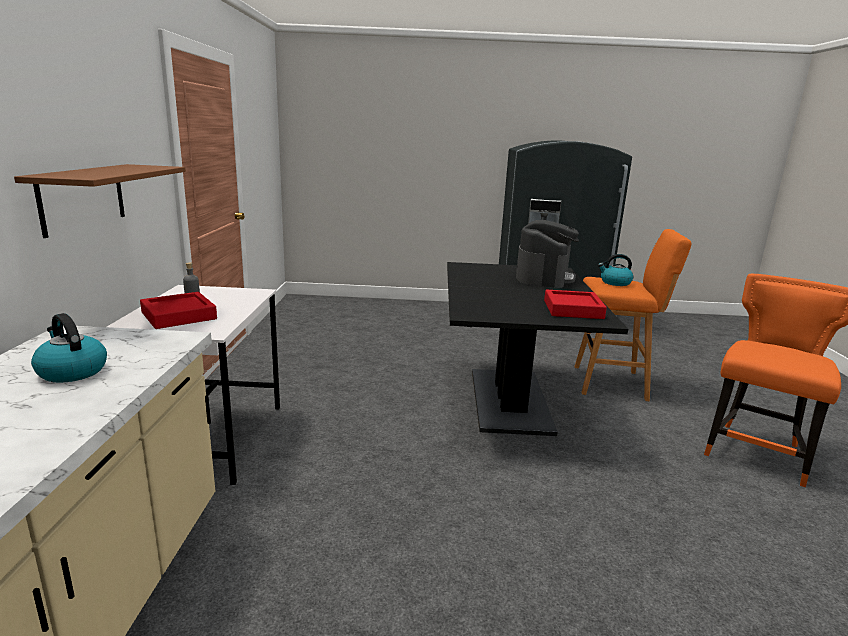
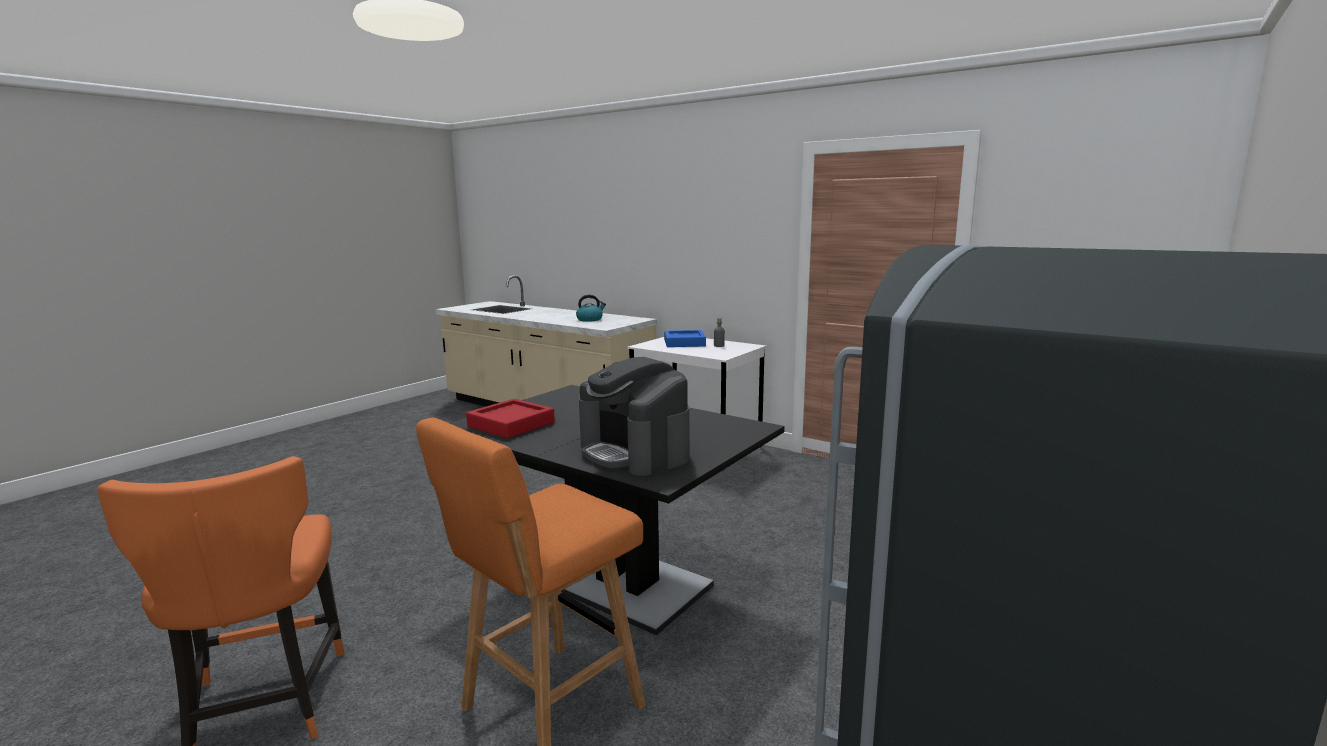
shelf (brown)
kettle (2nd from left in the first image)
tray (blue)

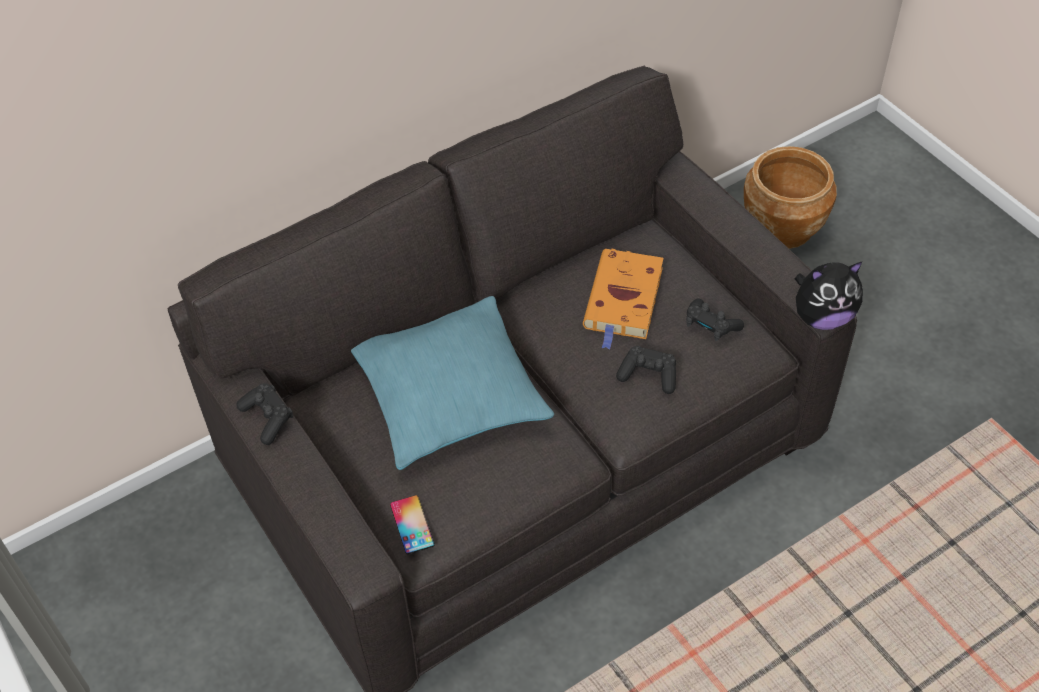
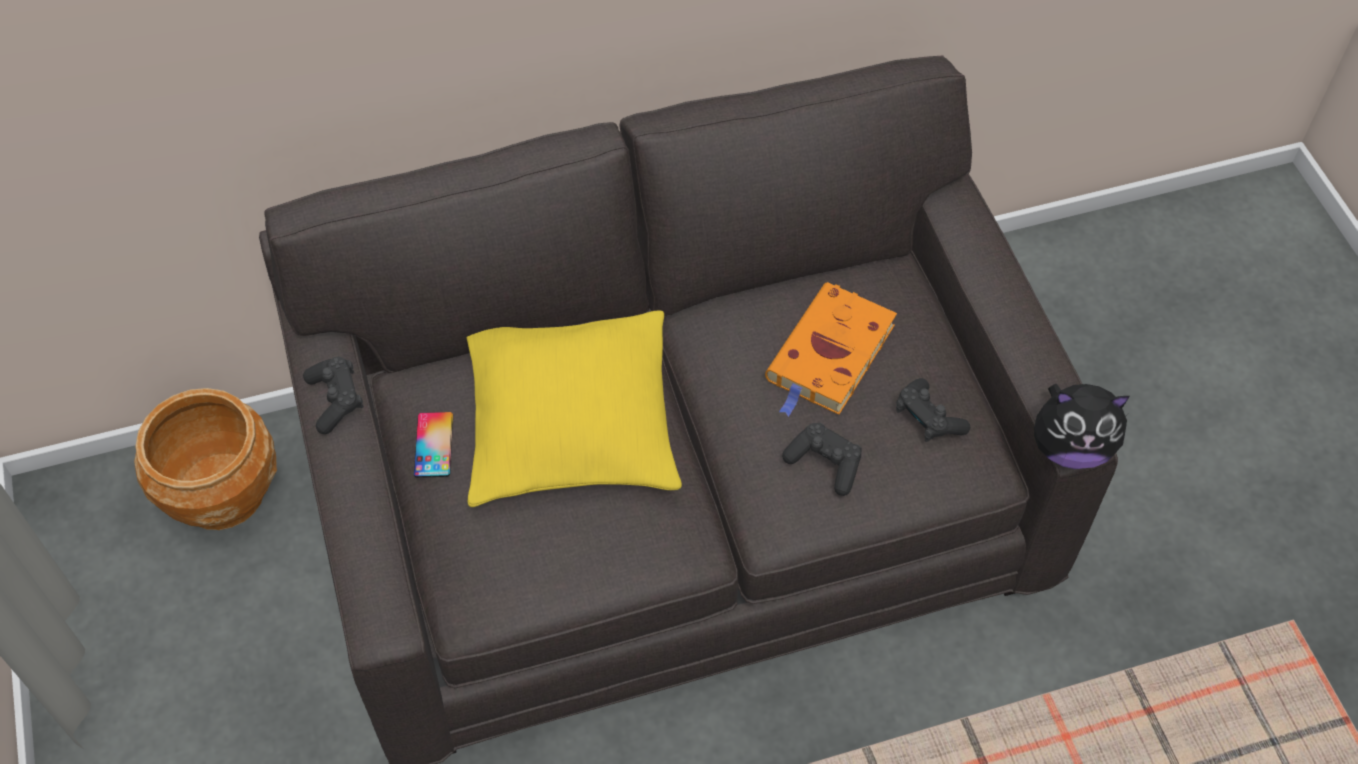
phone
planter (brown)
pillow (yellow)

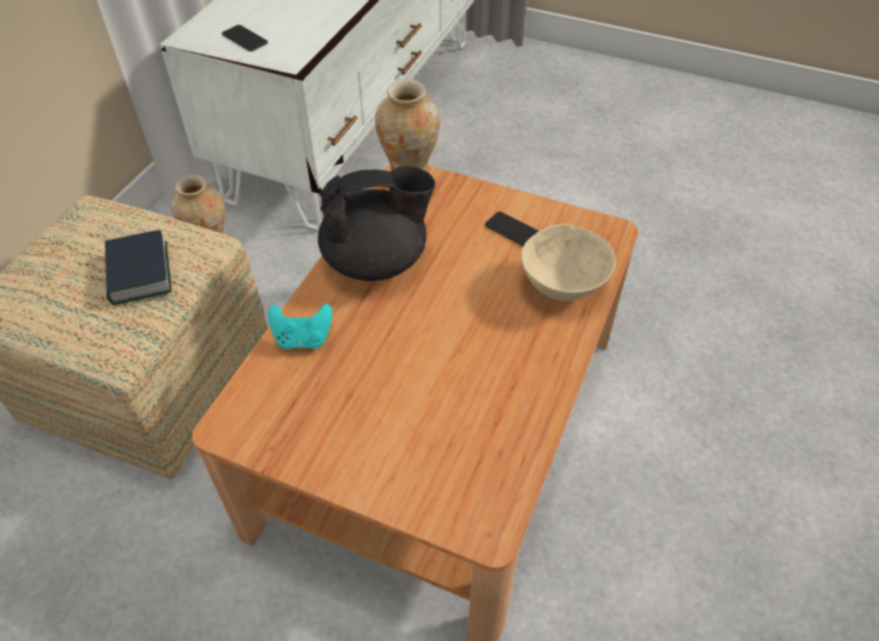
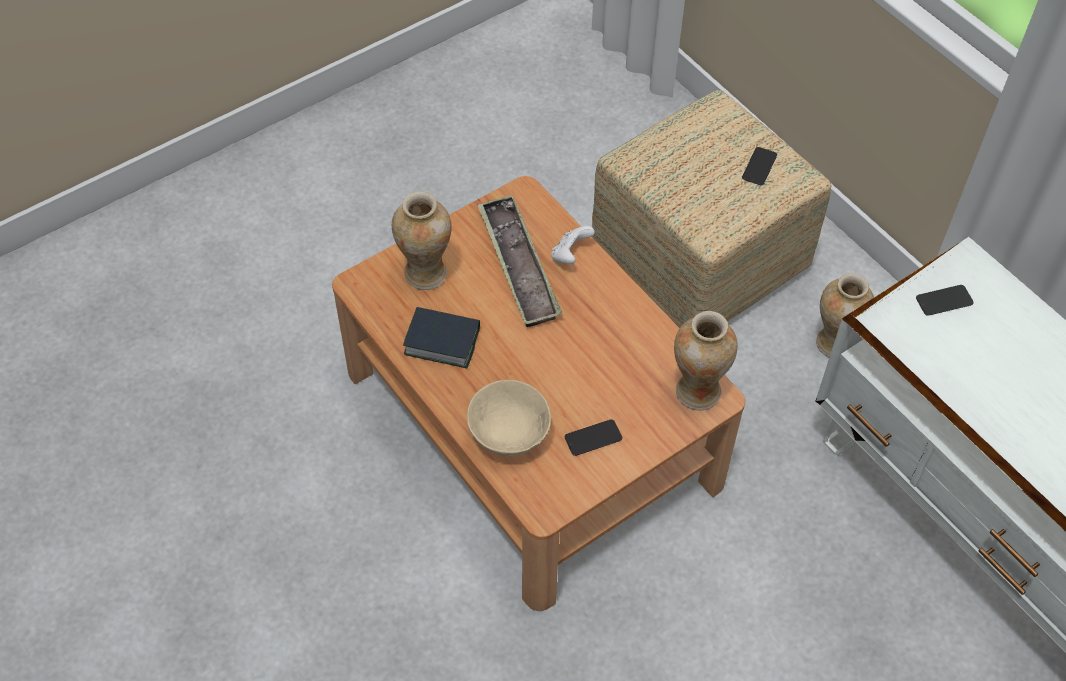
teapot (black)
vase (1st from left)
tray
phone (2nd from left)
book
game controller (white)

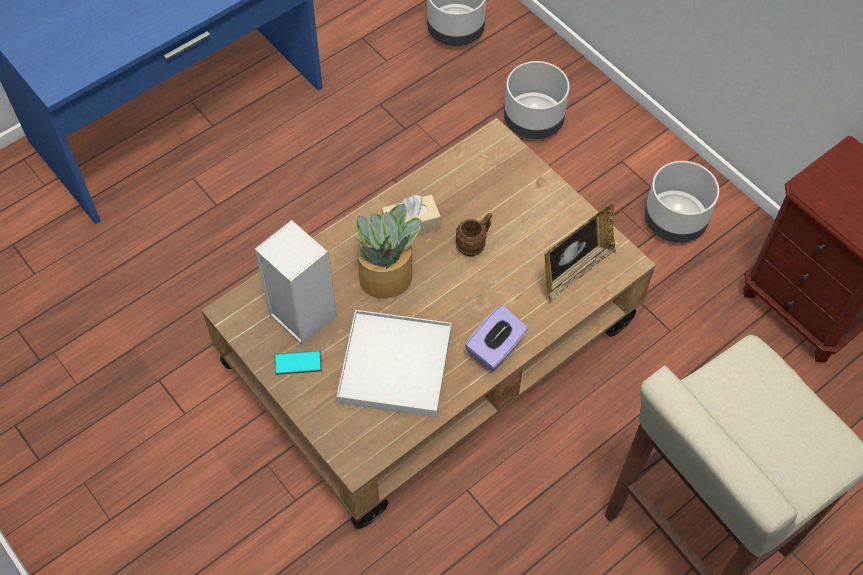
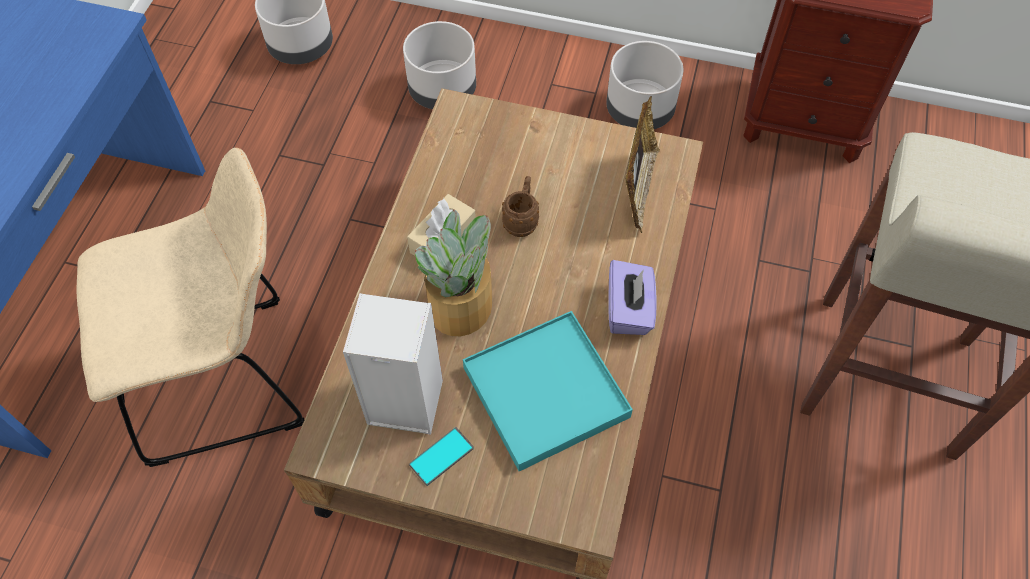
chair (beige)
tray (turquoise)

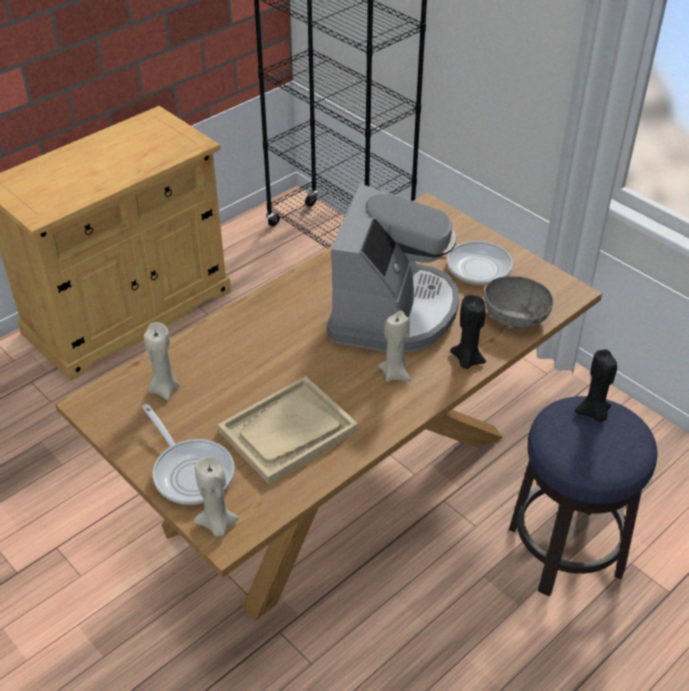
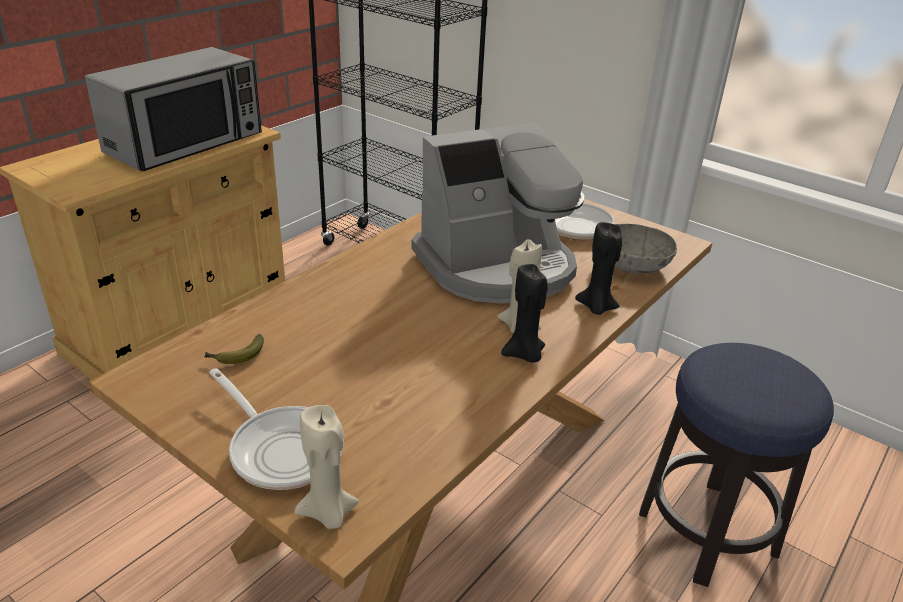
tray (beige)
microwave
candle (black) (1st from left)
banana
coffee machine

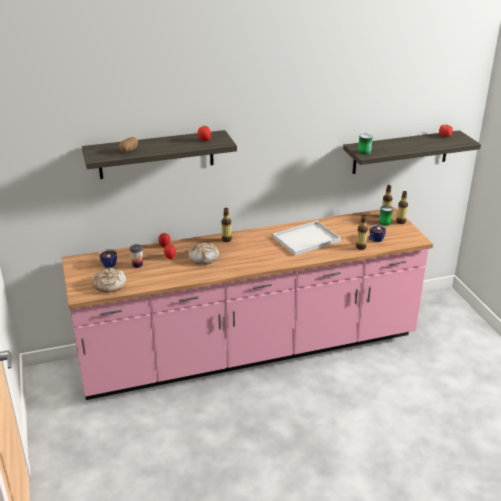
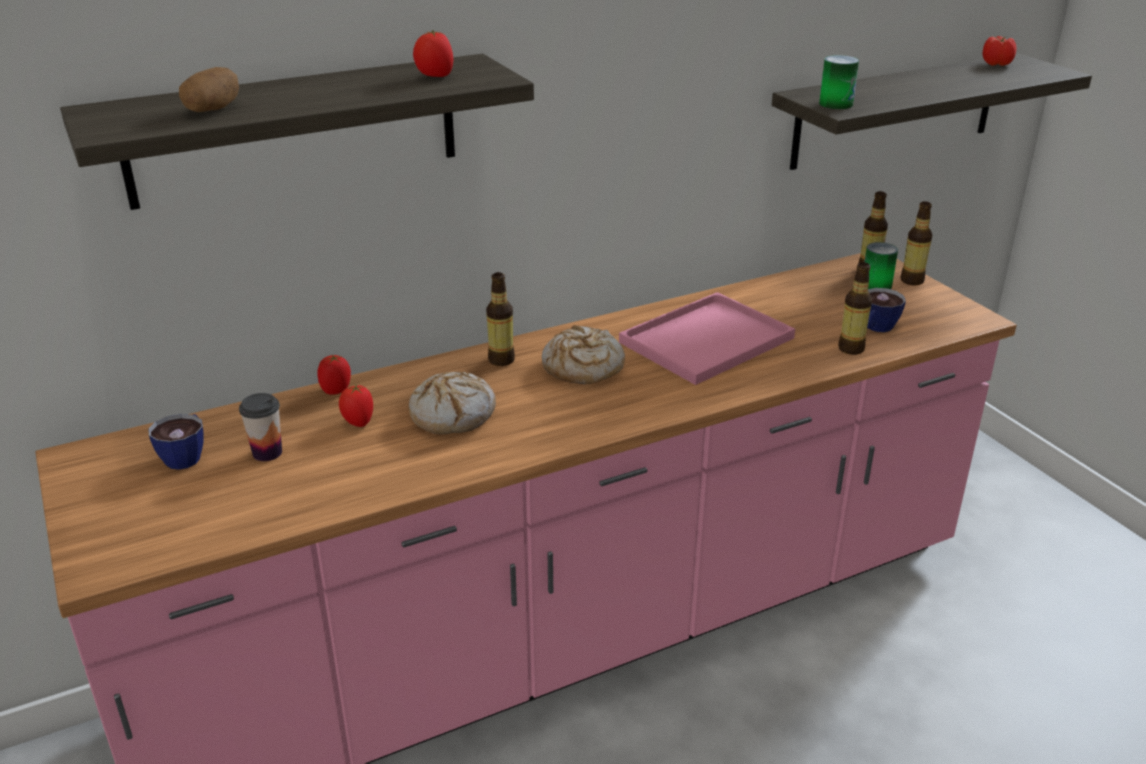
bread (2nd from left)
tray (pink)

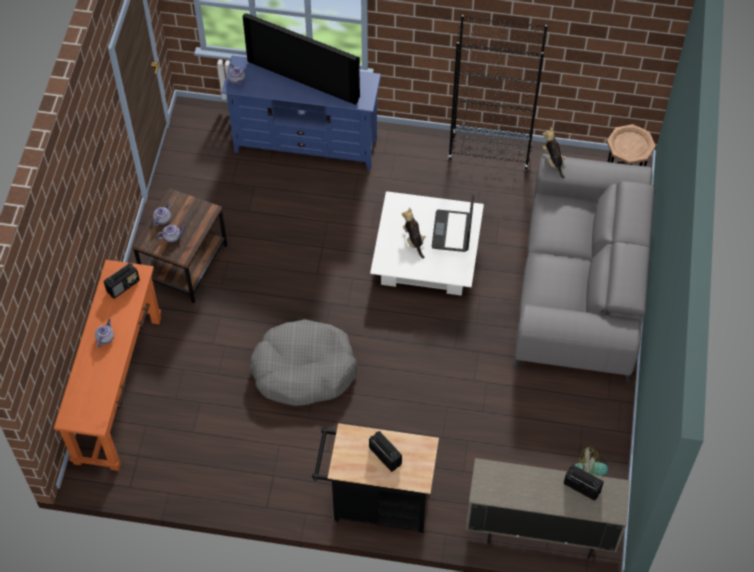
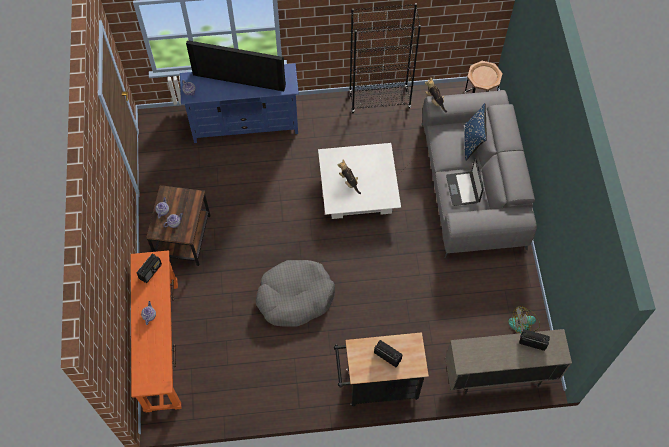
pillow (blue)
laptop

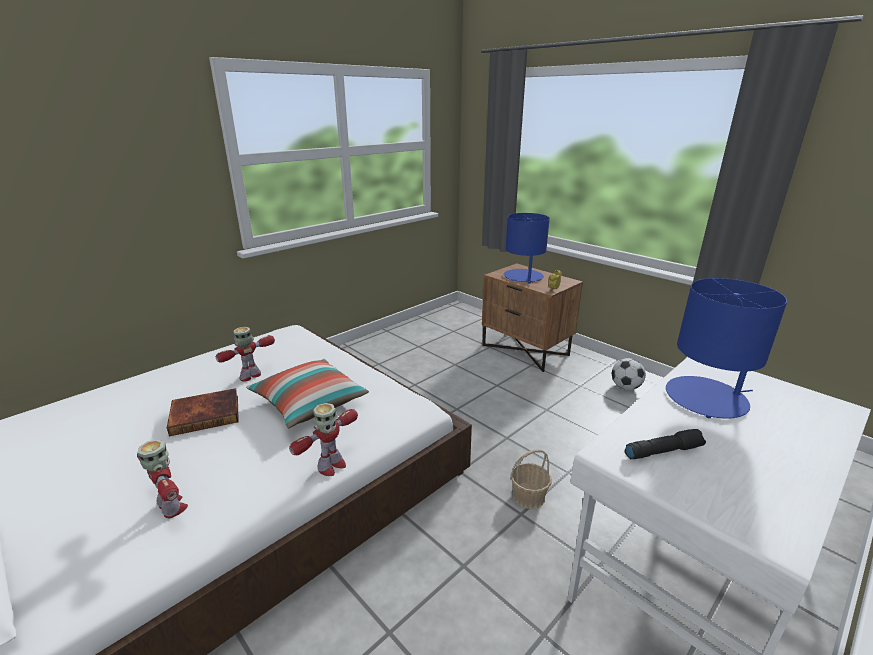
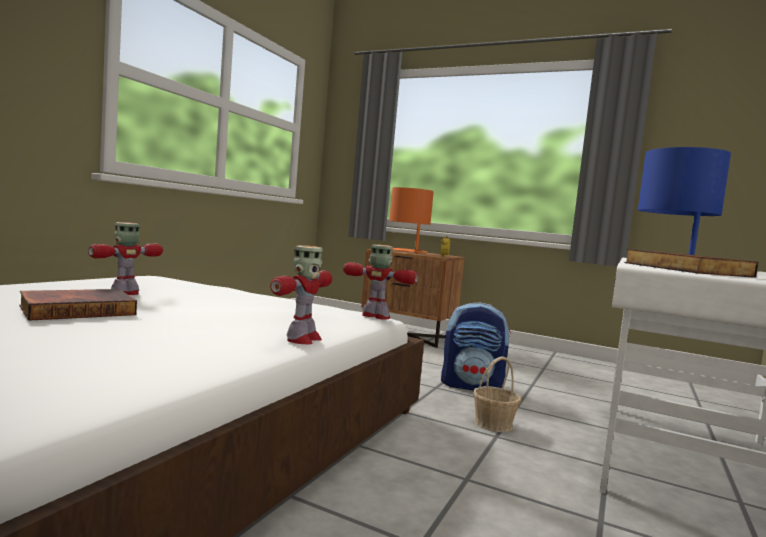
pillow
football
backpack
toy robot (3rd from left)
book (2nd from left)
table lamp (orange)

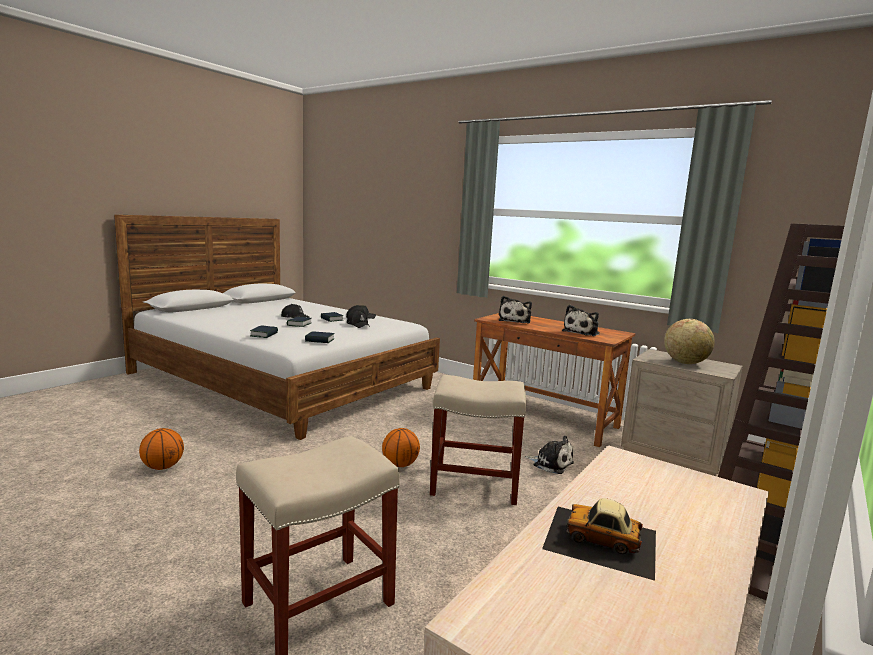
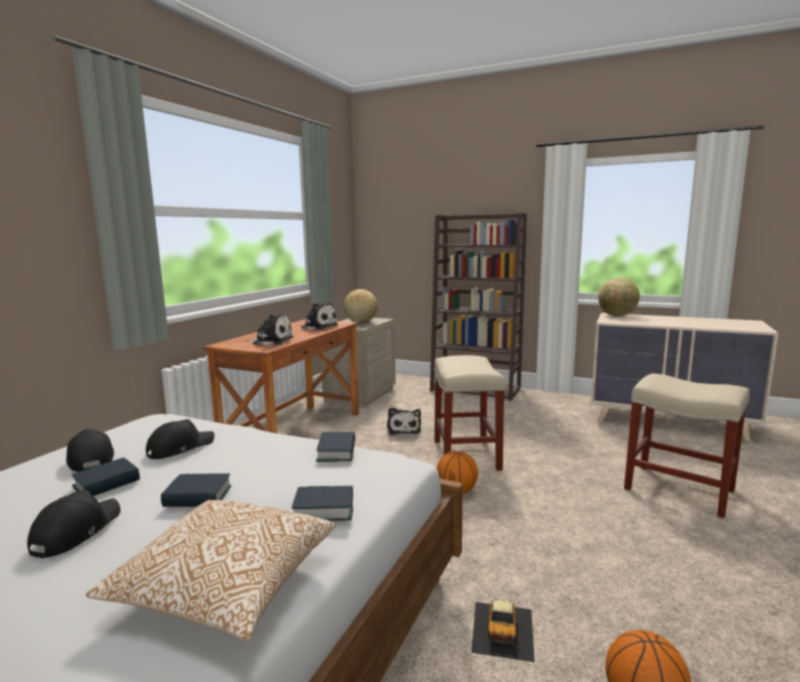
pillow
globe (2nd from left)
toy car
plush toy (3rd from left)

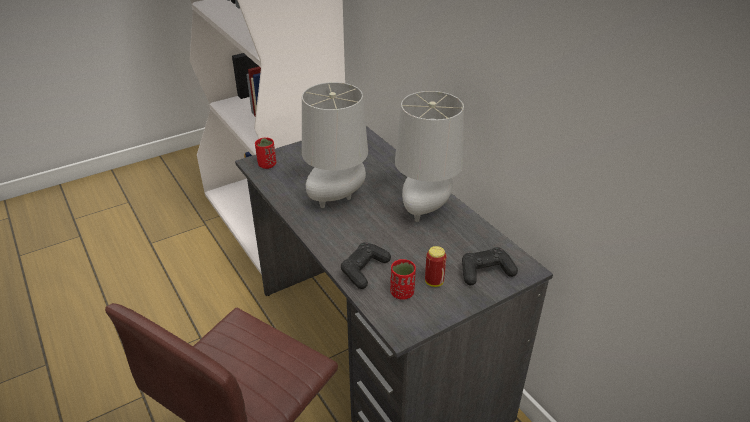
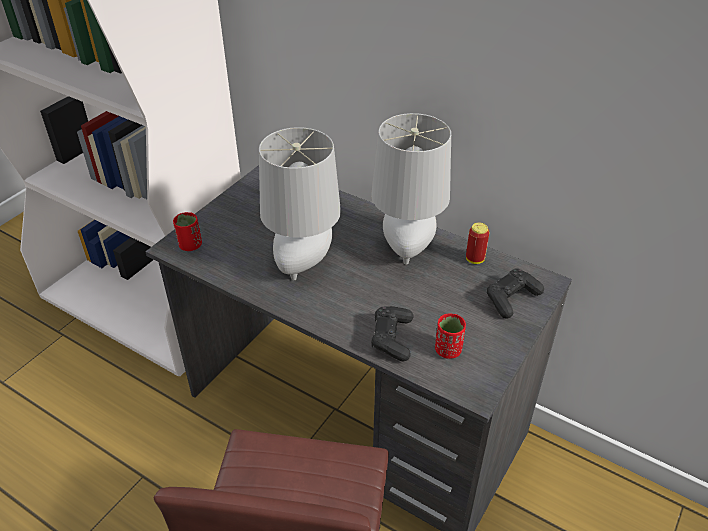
can

